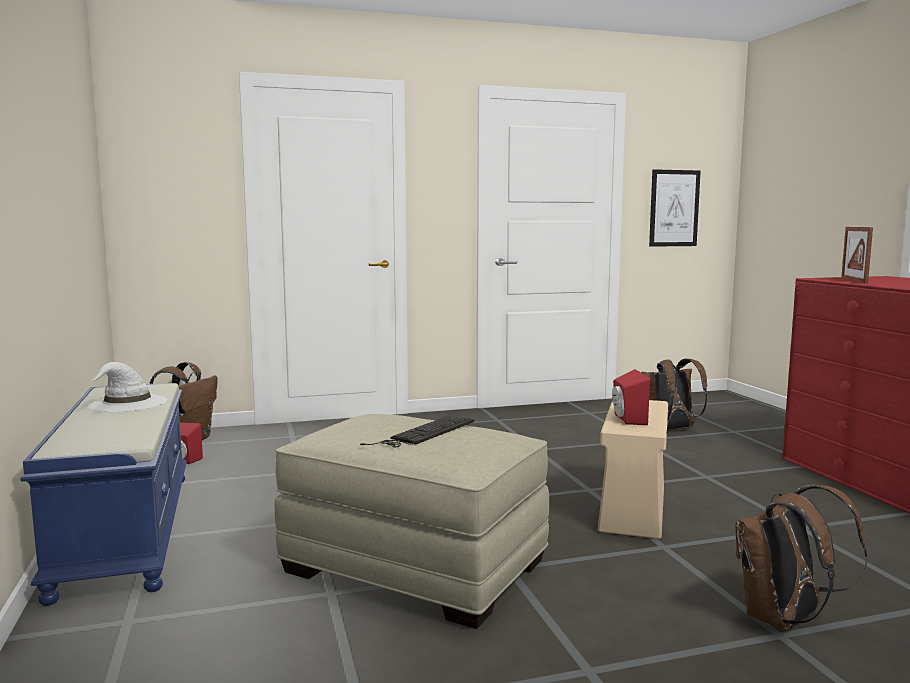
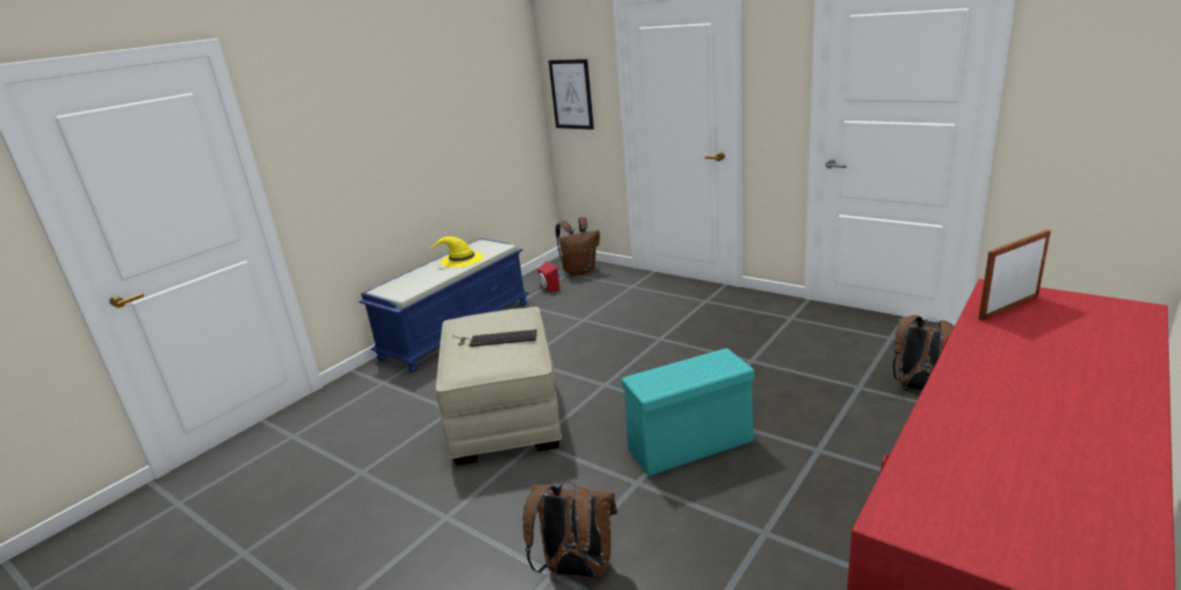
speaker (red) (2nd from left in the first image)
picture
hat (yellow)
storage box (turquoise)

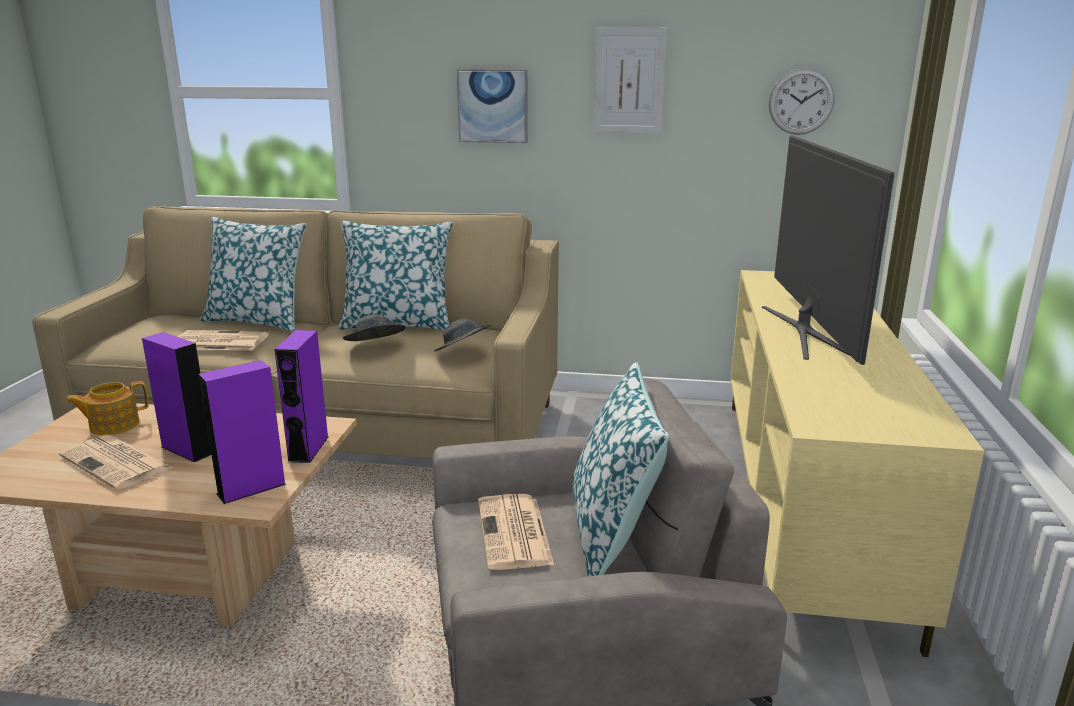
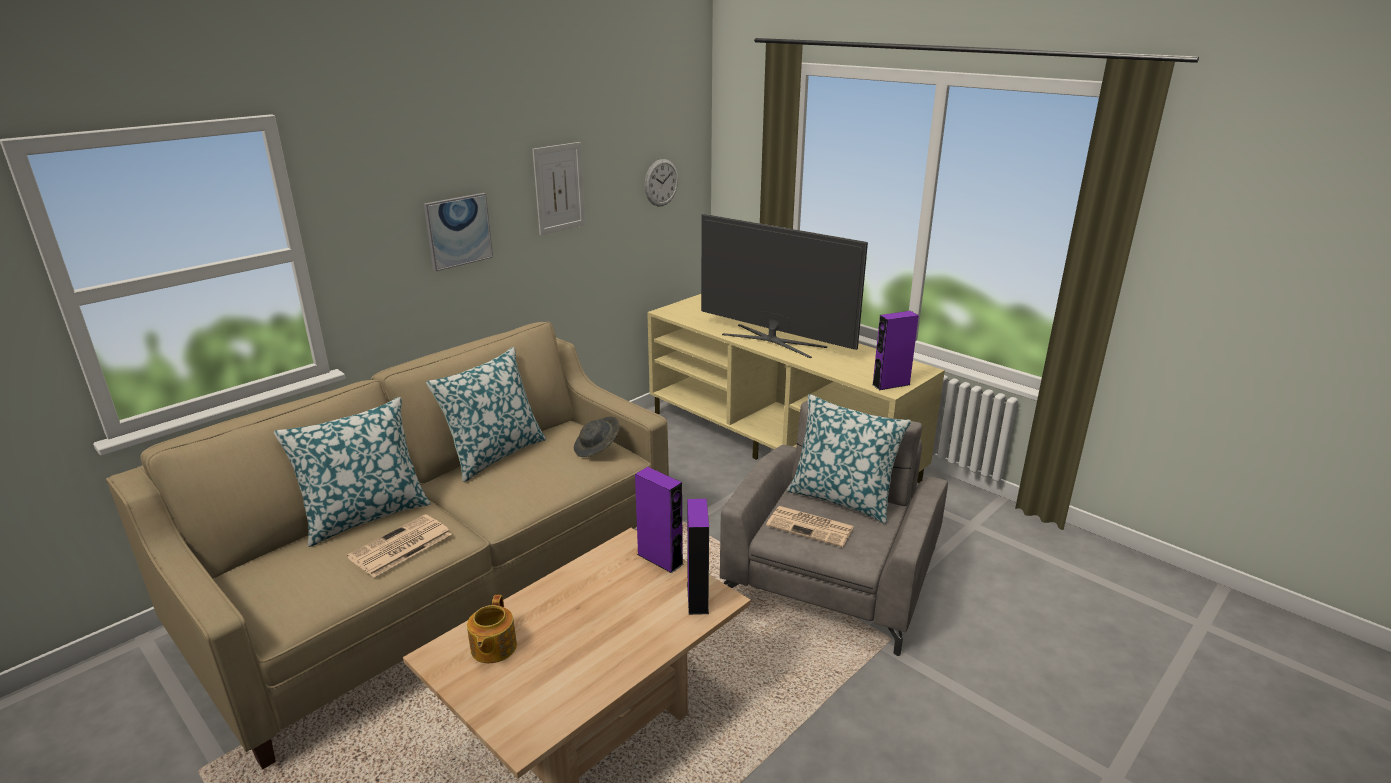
newspaper (1st from left in the first image)
hat (grey) (1st from left in the first image)
speaker (purple) (3rd from left)

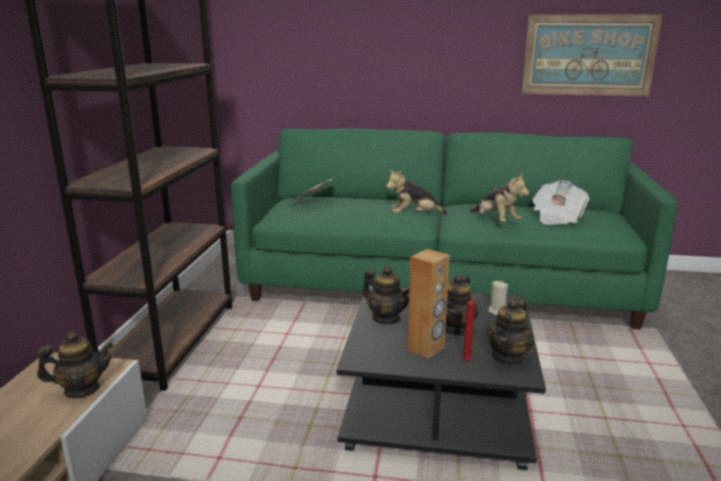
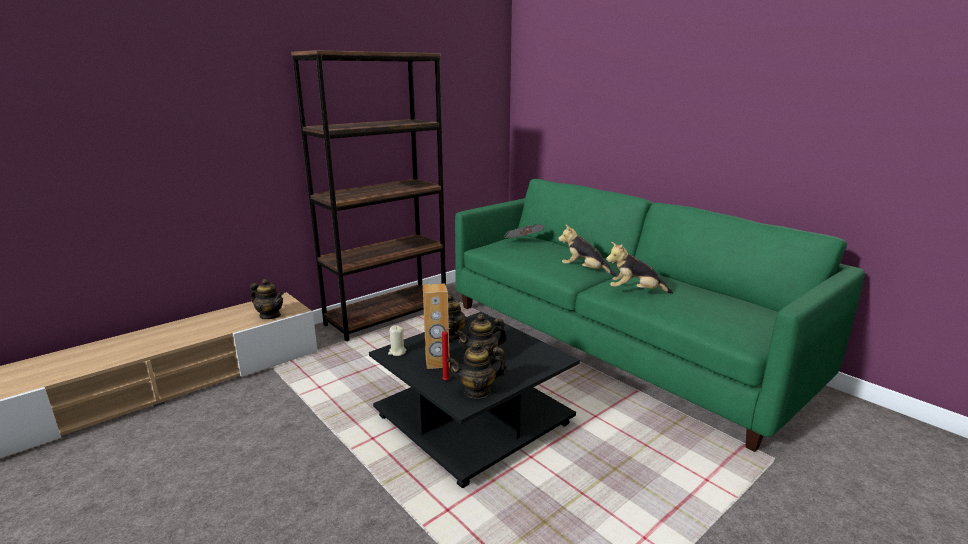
picture
newspaper (2nd from left in the first image)
candle (beige)
plush toy (2nd from left)

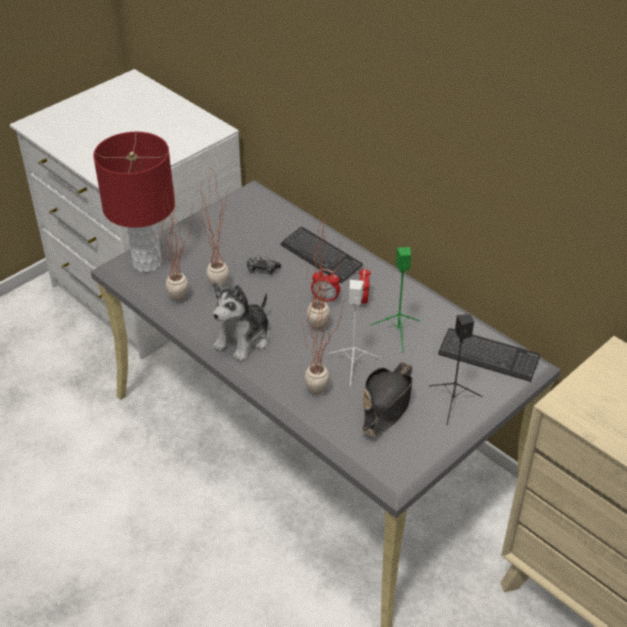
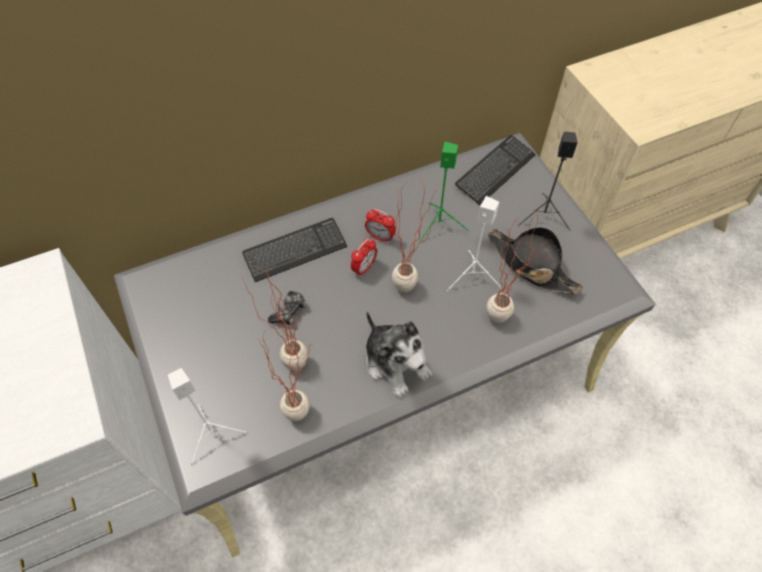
speaker (white) (1st from left)

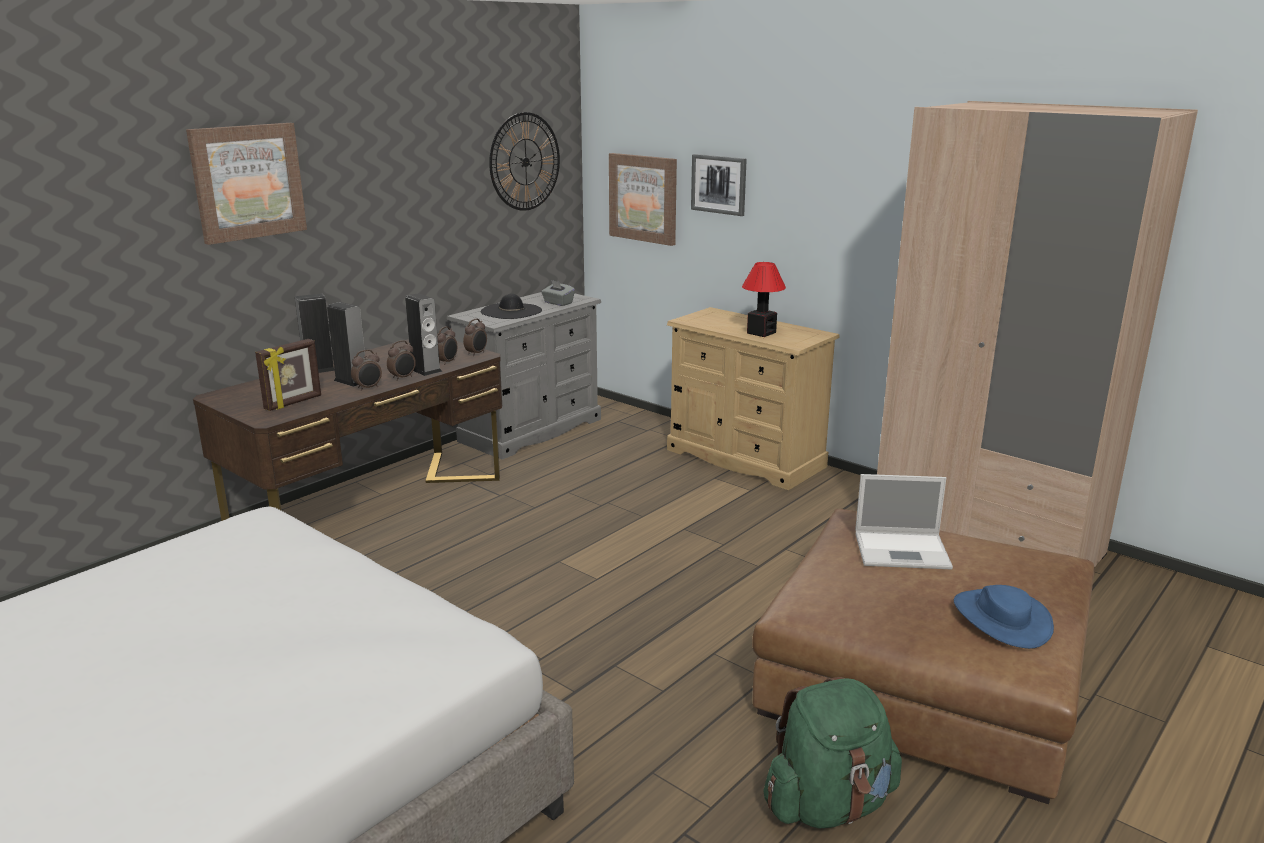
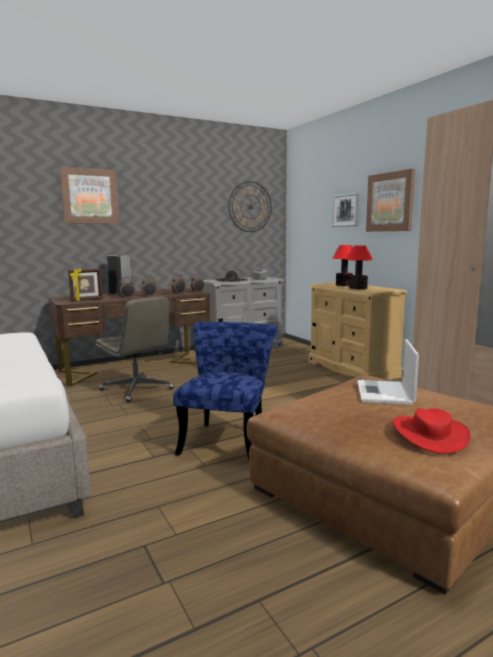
speaker (3rd from left in the first image)
backpack (green)
office chair (grey)
chair (blue)
table lamp (1st from left)
picture (3rd from left)
hat (red)
laptop

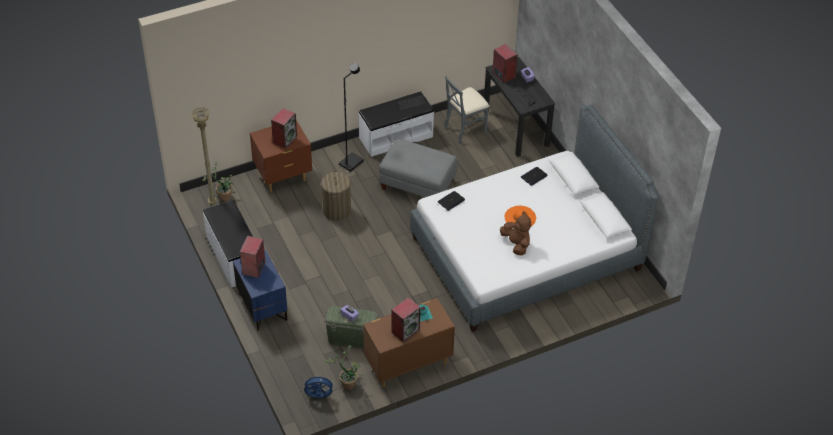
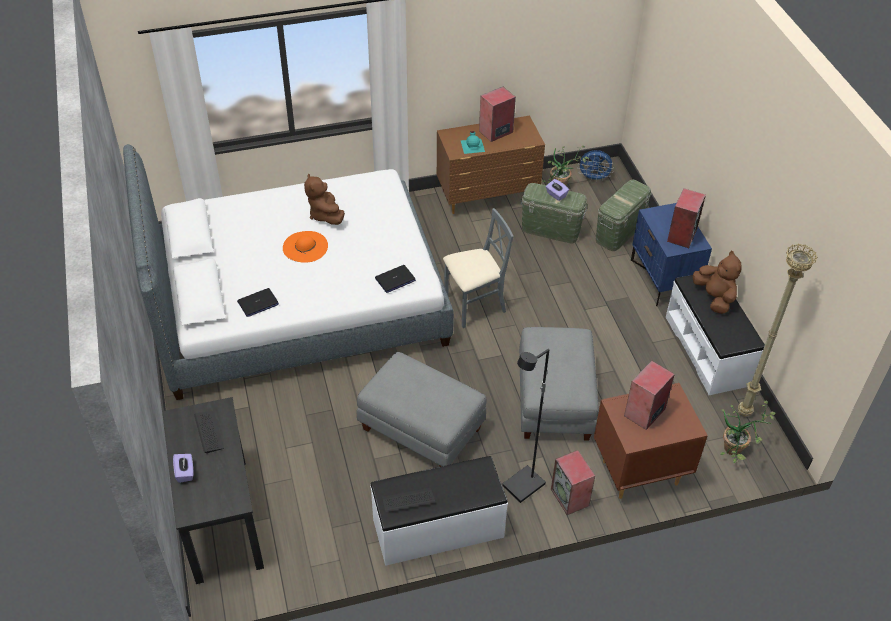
storage box (green) (2nd from left)
plush toy (brown) (2nd from left)
chair (grey)
speaker (2nd from left)
ottoman (grey) (2nd from left)

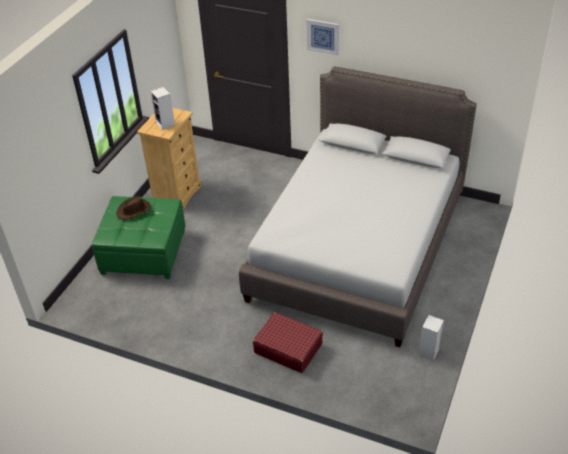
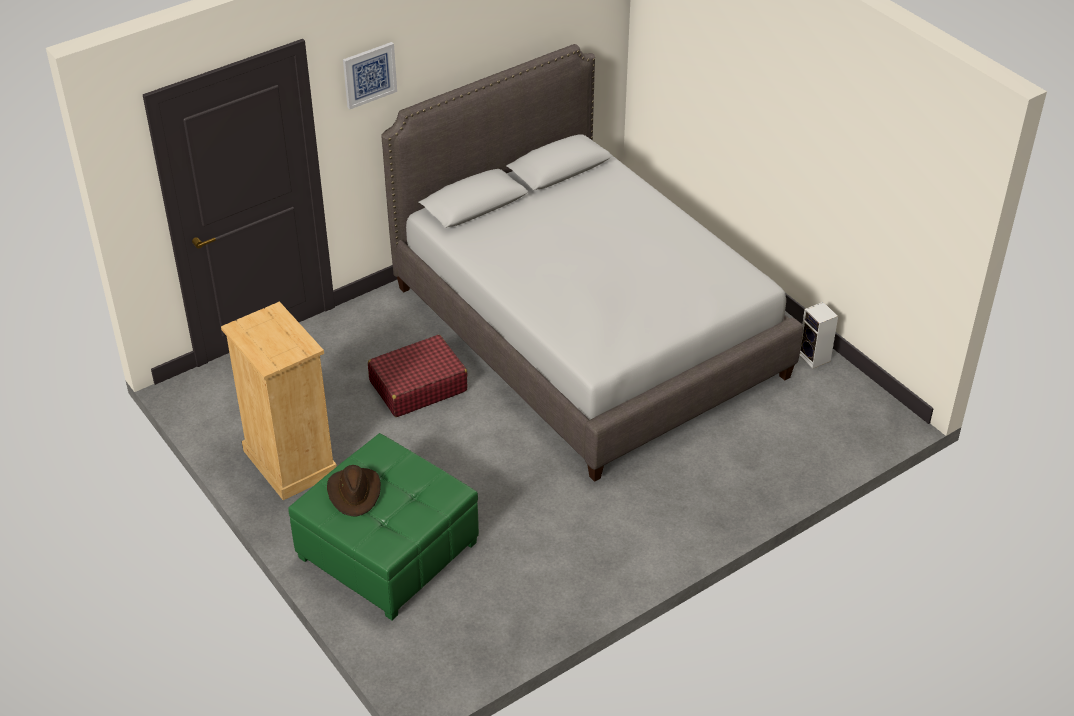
speaker (1st from left in the first image)
suitcase (red)

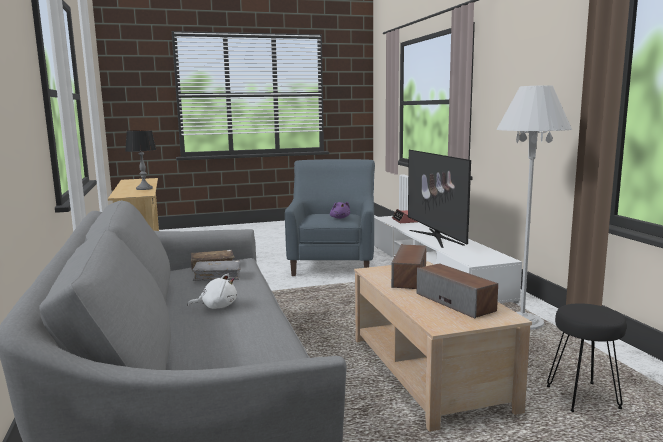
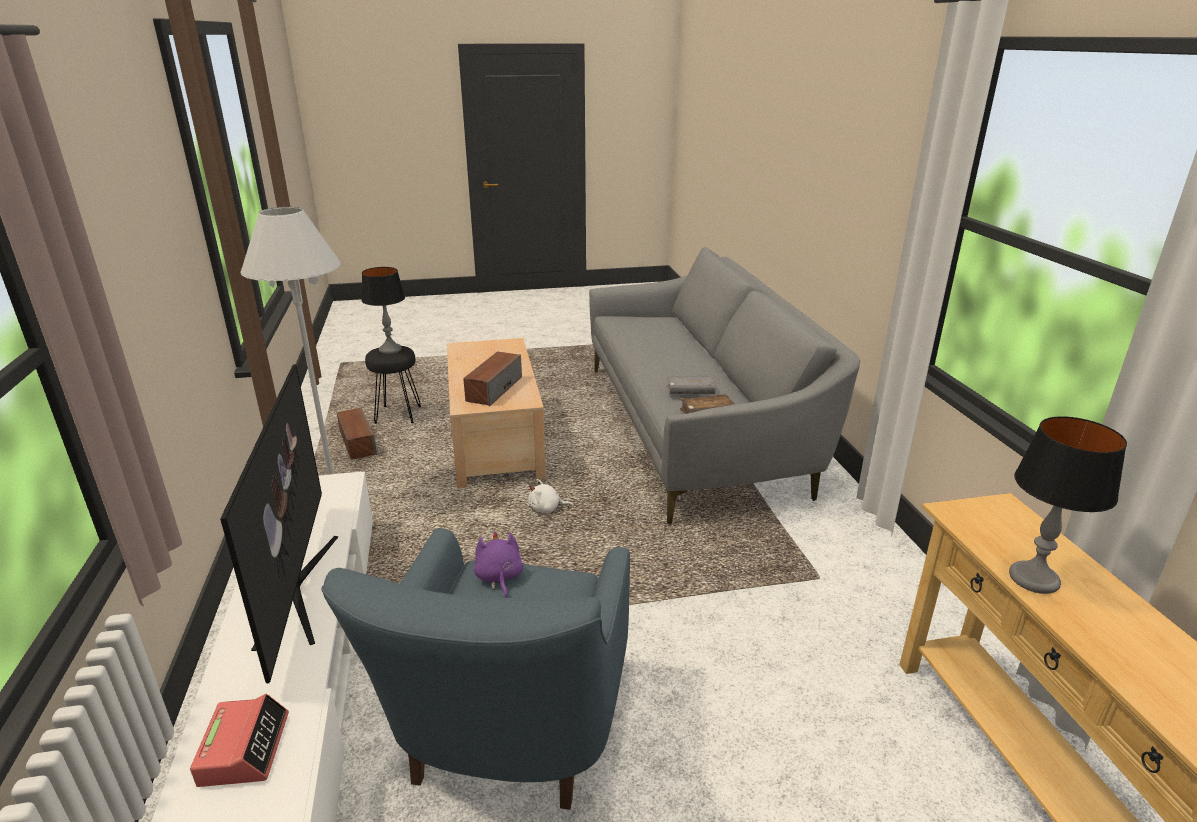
table lamp (1st from left)
plush toy (white)
speaker (1st from left)

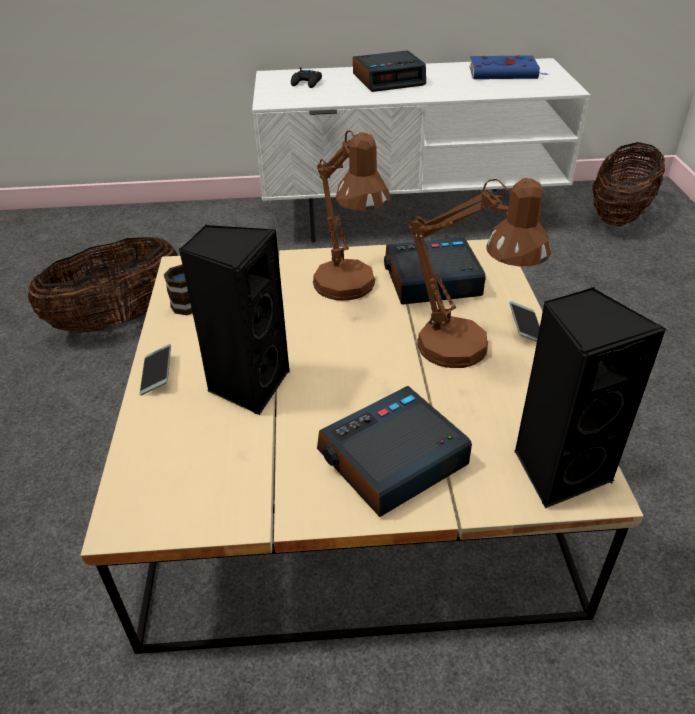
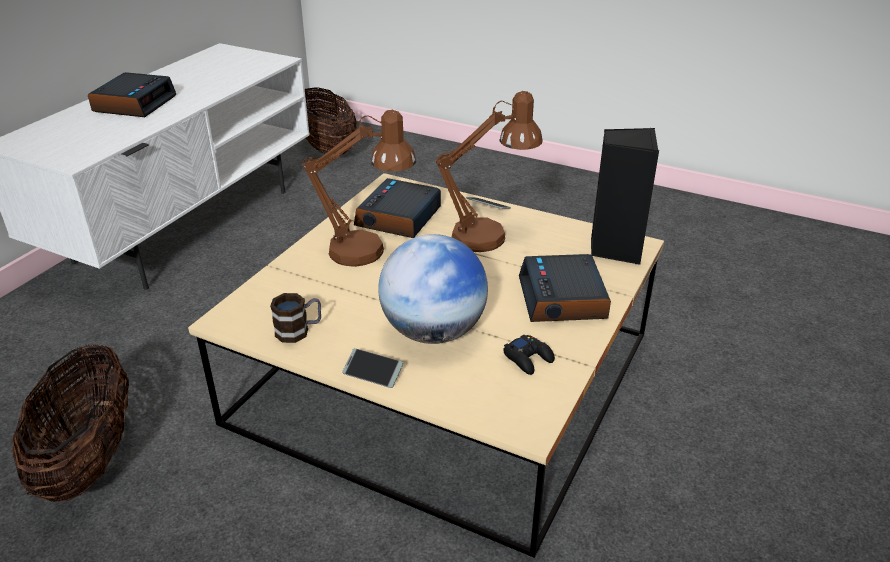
book (blue)
game controller (black)
globe

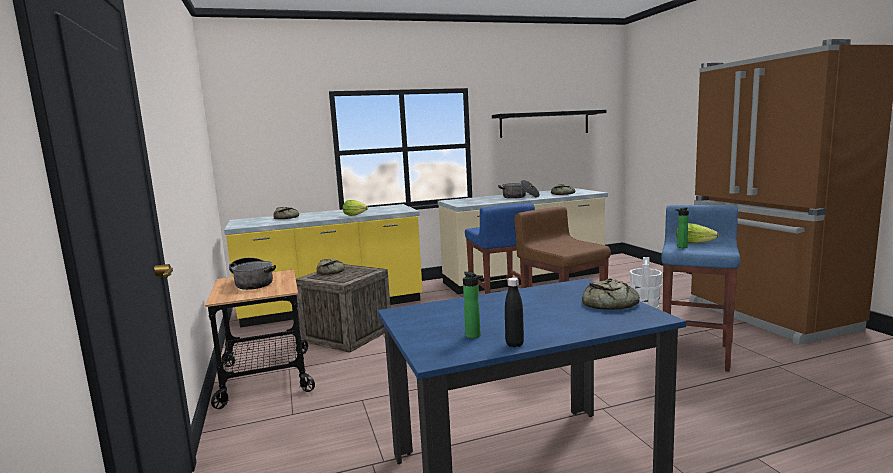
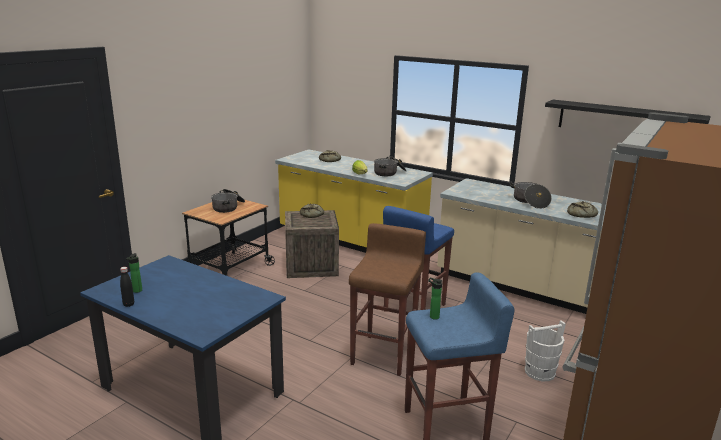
bread (4th from left in the first image)
lettuce (2nd from left in the first image)
cooking pot (2nd from left)

